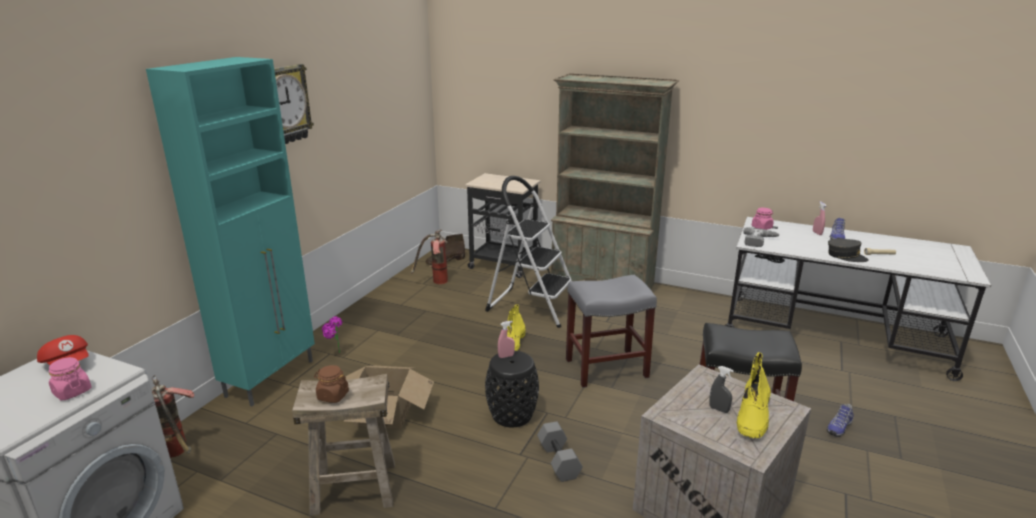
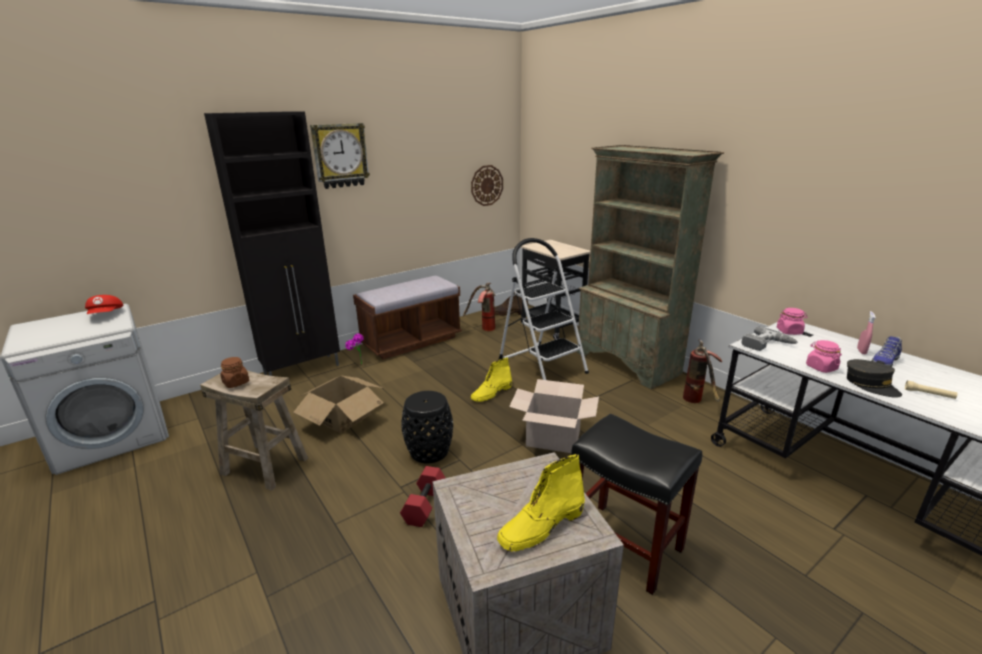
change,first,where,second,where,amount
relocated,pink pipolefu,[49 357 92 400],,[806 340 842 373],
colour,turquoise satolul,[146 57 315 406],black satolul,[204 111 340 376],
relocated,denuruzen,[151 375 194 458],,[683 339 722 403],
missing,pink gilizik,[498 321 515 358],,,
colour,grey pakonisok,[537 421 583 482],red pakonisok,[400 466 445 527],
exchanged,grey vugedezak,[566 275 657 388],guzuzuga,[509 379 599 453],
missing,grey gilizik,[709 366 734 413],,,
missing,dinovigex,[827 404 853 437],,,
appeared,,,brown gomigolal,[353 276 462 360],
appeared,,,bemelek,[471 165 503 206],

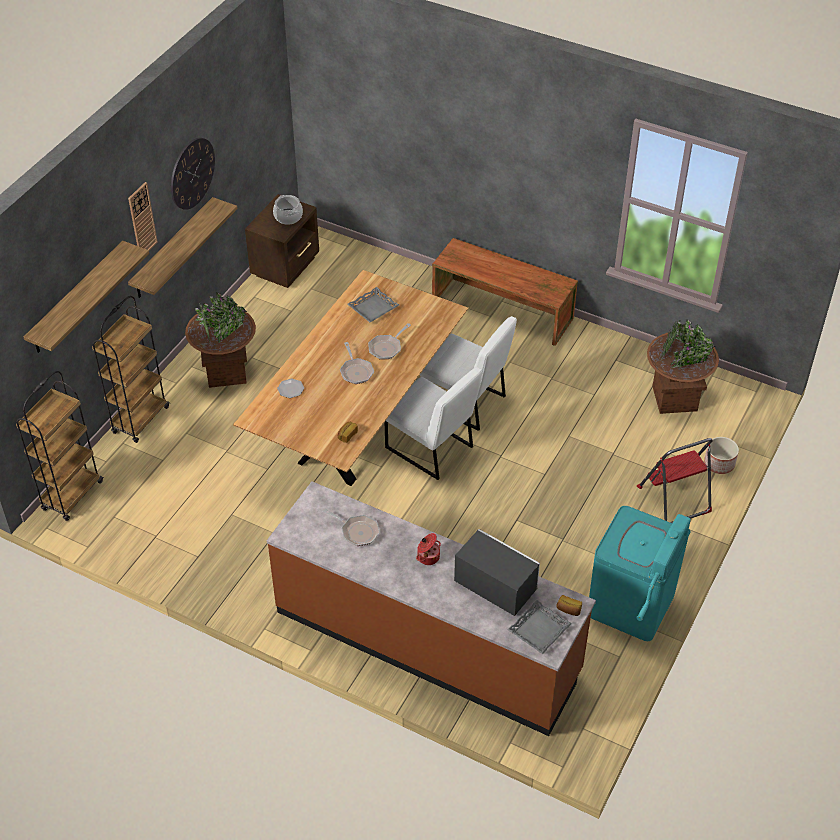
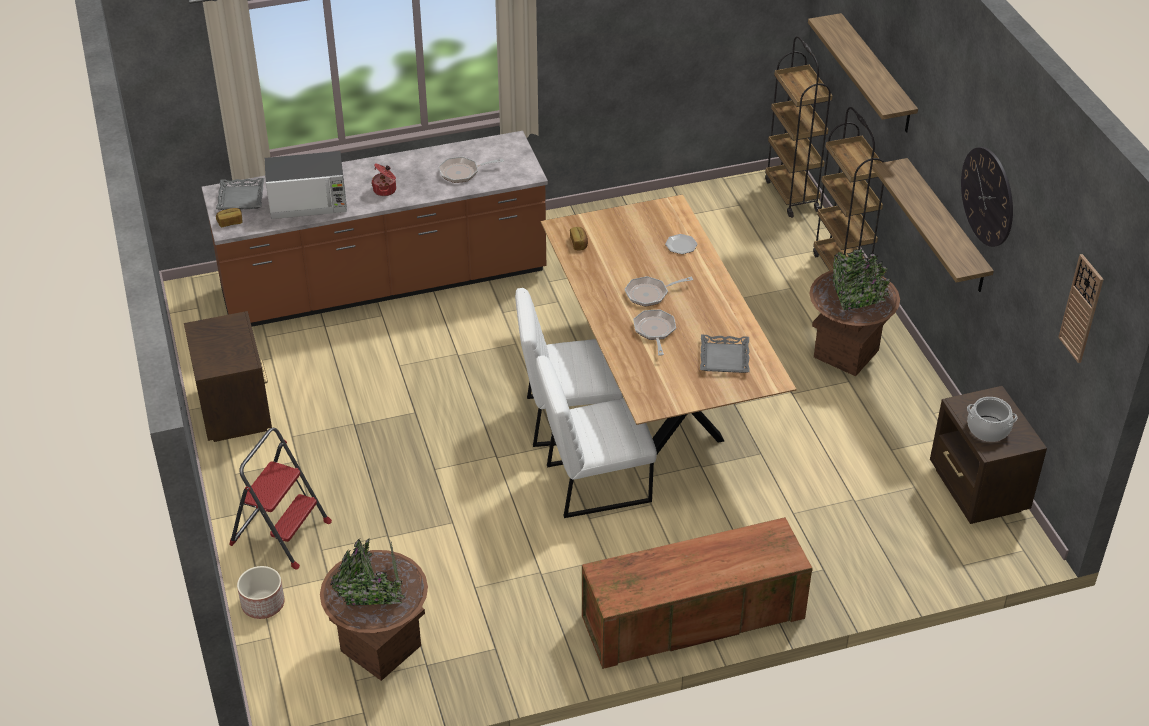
change,first,where,second,where,amount
relocated,bemelek,[128 182 158 250],,[1058 254 1104 363],
spun,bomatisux,[340 342 374 384],,[625 276 693 307],45 degrees counterclockwise
exchanged,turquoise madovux,[589 506 691 641],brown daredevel,[184 311 272 442],

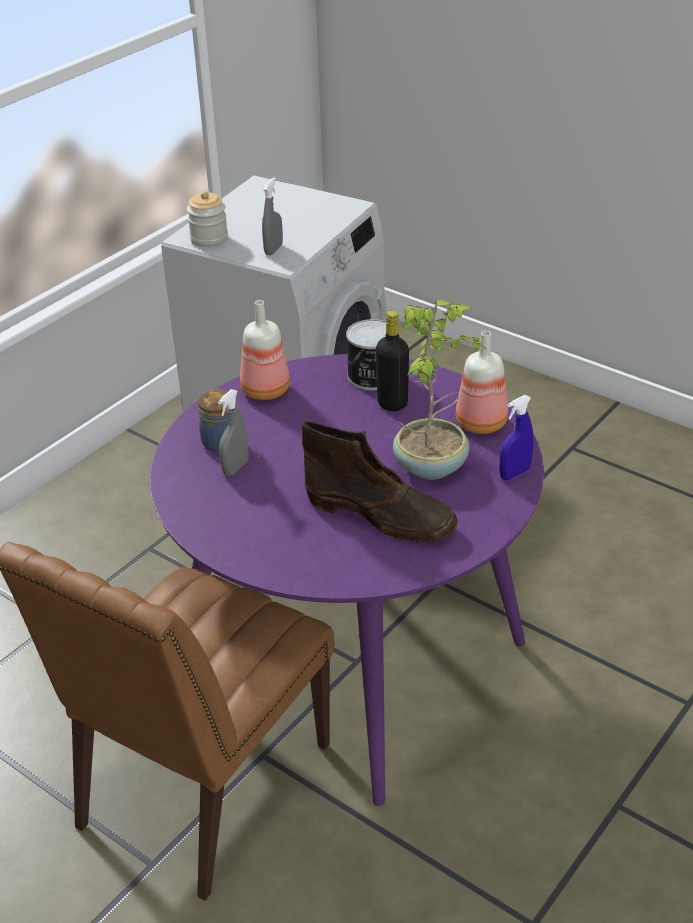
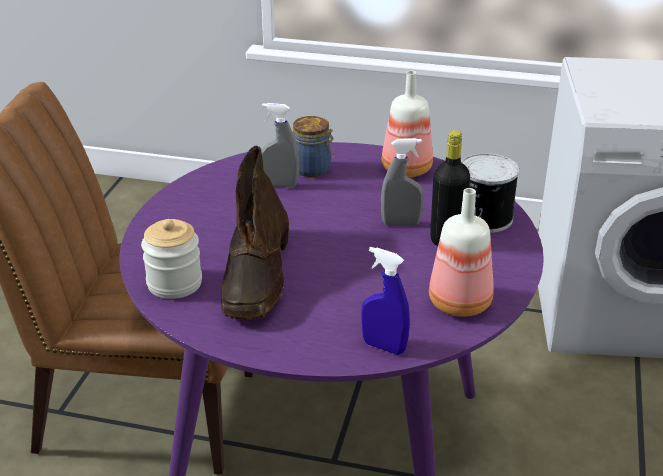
change,first,where,second,where,amount
relocated,pipolefu,[187 191 228 247],,[141 219 202 299],
relocated,grey gilizik,[262 177 283 255],,[381 138 424 226],
missing,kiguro,[393 299 487 480],,,

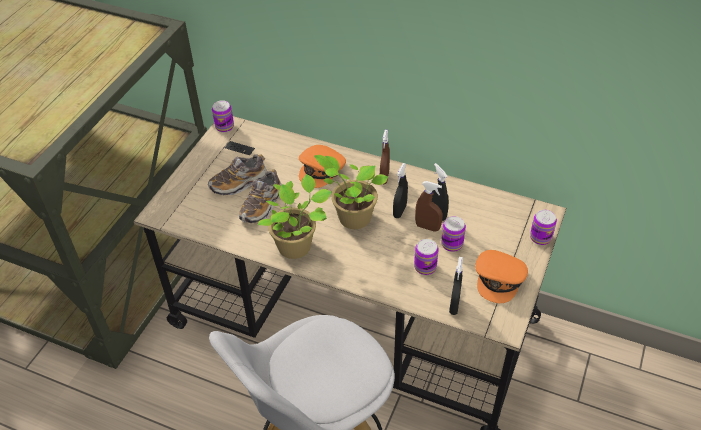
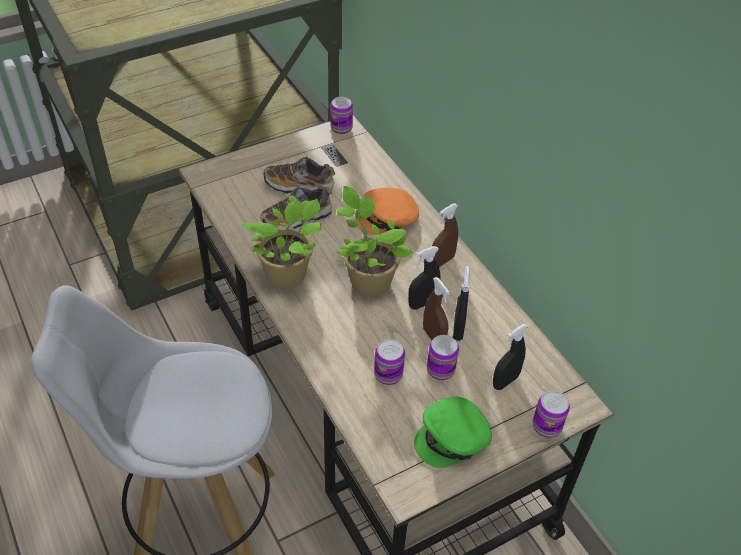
change,first,where,second,where,amount
relocated,black gilizik,[449 257 463 315],,[493 324 528 390],
colour,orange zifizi,[475 250 528 303],green zifizi,[414 397 492 468],

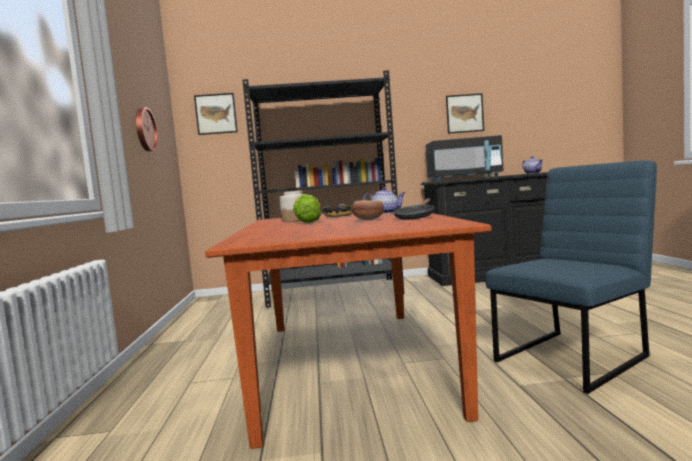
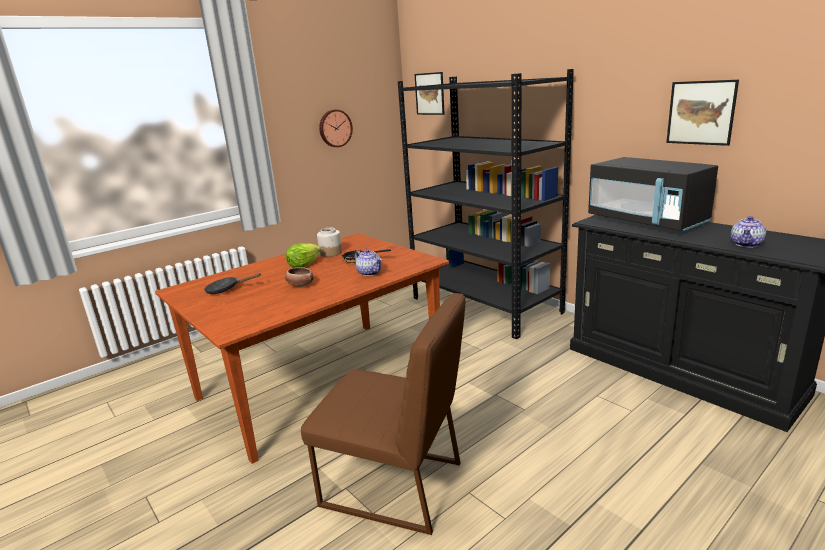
change,first,where,second,where,amount
relocated,black bomatisux,[393 198 434 220],,[204 273 261 294],
colour,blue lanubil,[485 161 657 394],brown lanubil,[301 293 465 535],

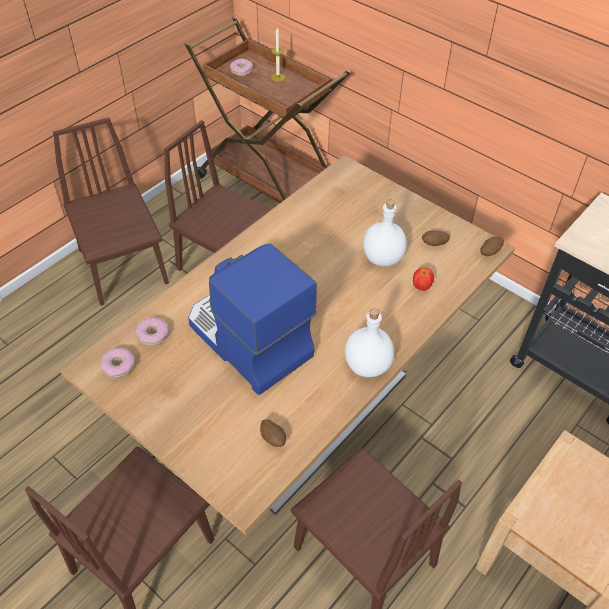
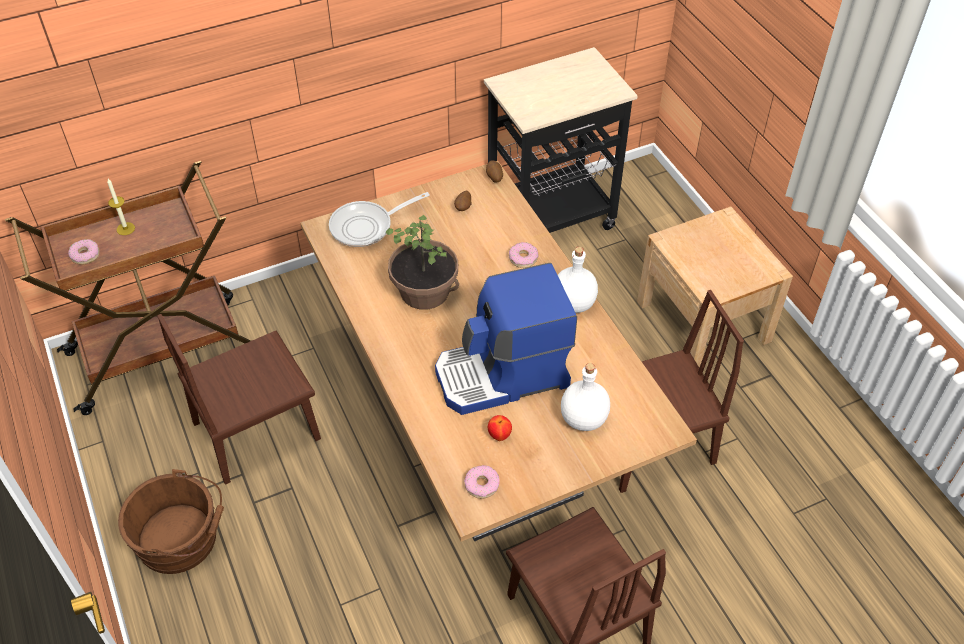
change,first,where,second,where,amount
exchanged,brown lanubil,[53 117 169 306],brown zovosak,[118 469 224 574],
relocated,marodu,[136 317 169 346],,[509 242 538 268],
missing,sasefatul,[260 419 286 447],,,
relocated,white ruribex,[363 200 407 266],,[561 363 610 431],
relocated,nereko,[413 267 434 291],,[488 415 512 441],
appeared,,,bomatisux,[329 192 430 247],
appeared,,,kiguro,[385 215 459 310],

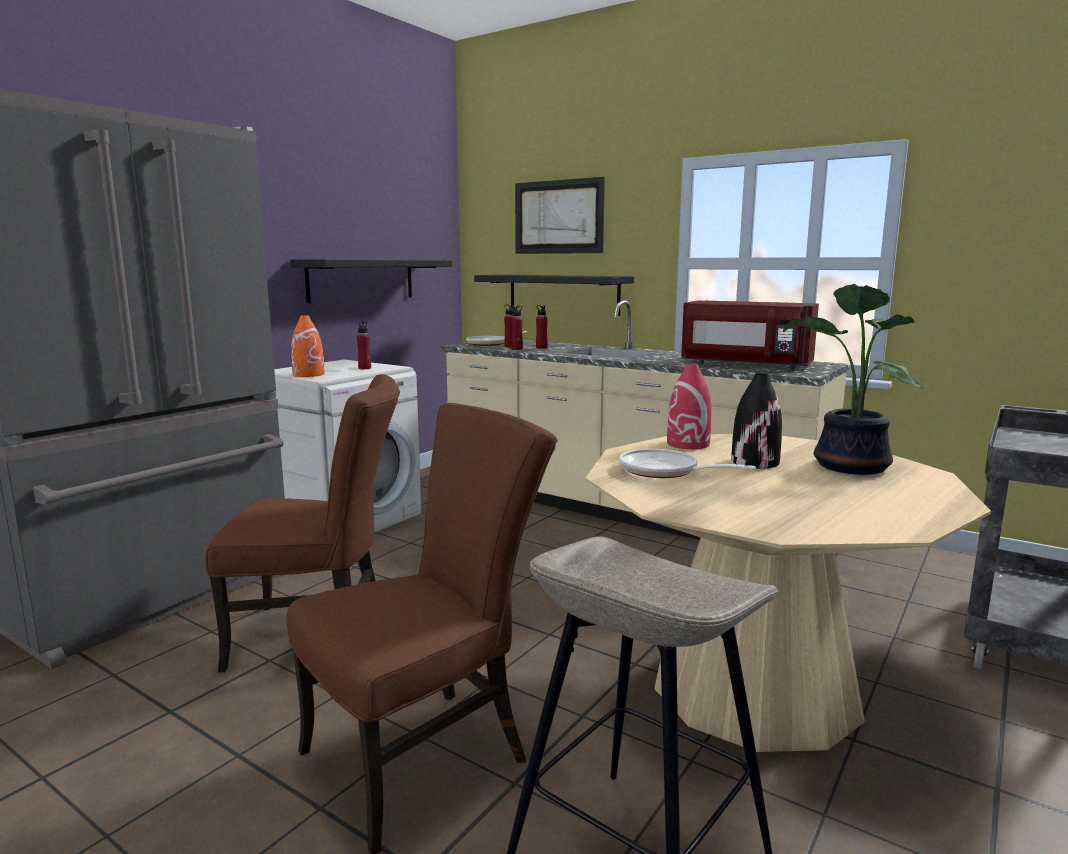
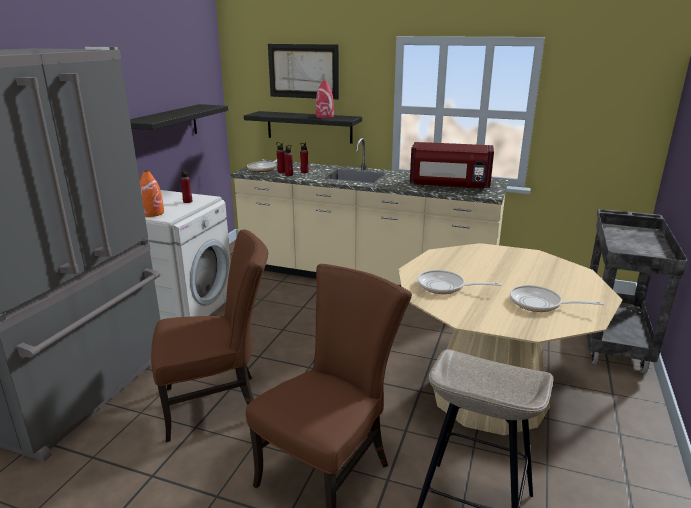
change,first,where,second,where,amount
relocated,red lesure,[667 363 711 449],,[316 80 334 118],
missing,black lesure,[731 373 782 469],,,
missing,kiguro,[783 284 924 475],,,
appeared,,,bomatisux,[510 285 604 312],

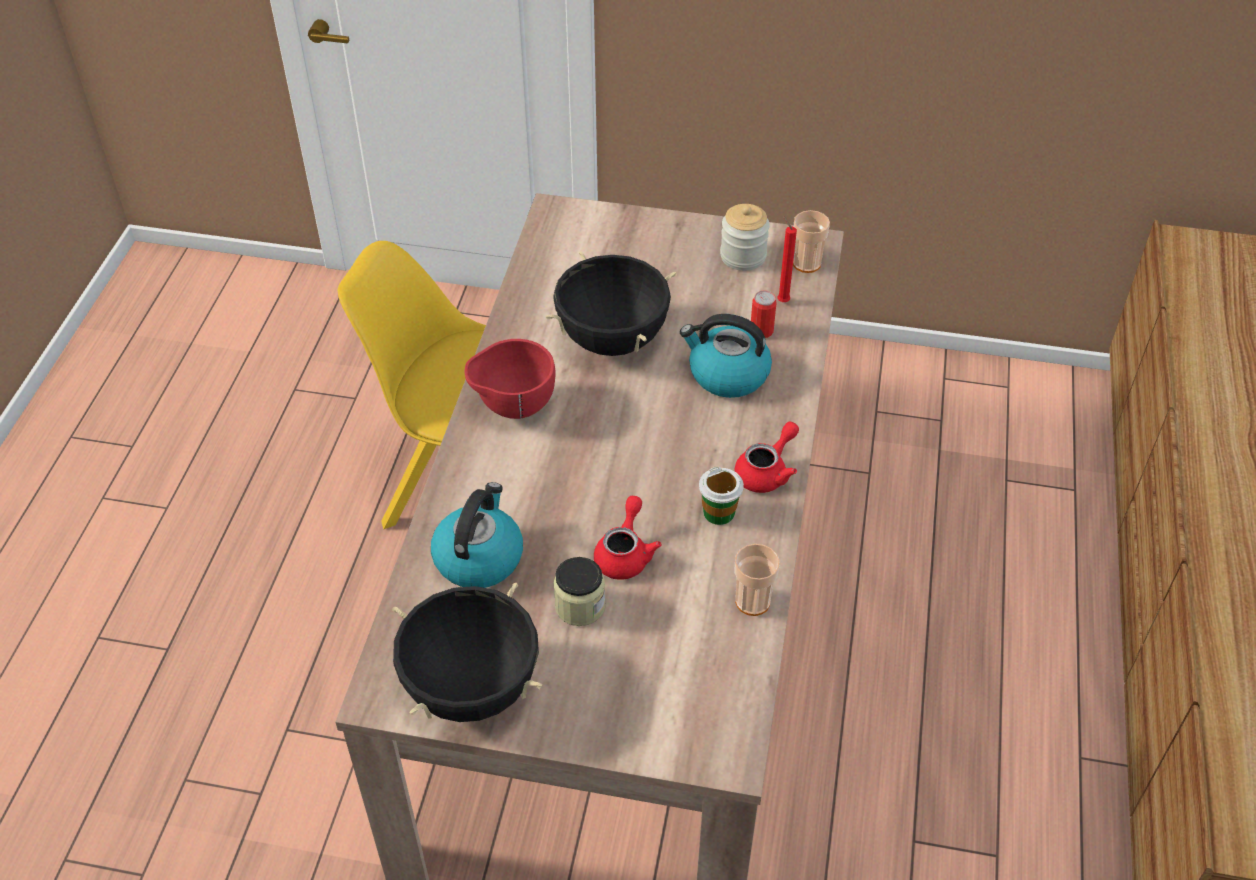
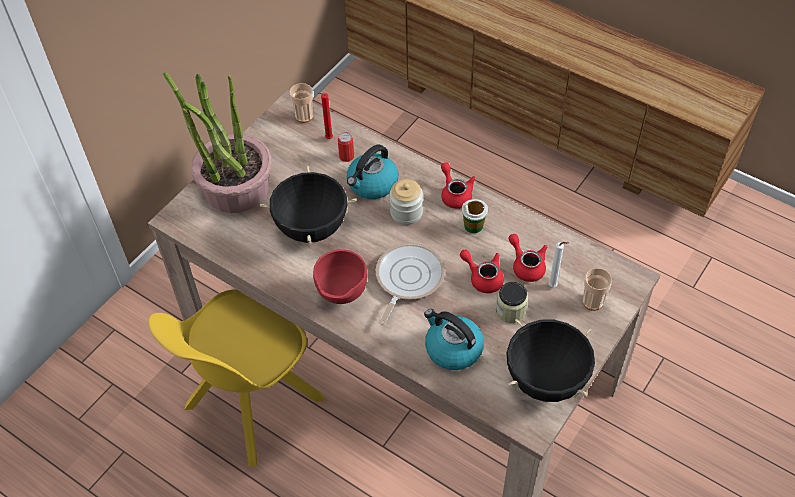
change,first,where,second,where,amount
relocated,pipolefu,[720 204 770 271],,[390 179 423 225],
relocated,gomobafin,[734 544 780 616],,[582 268 612 311],
appeared,,,kiguro,[163 72 272 213],
appeared,,,bomatisux,[376 242 445 325],
appeared,,,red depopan,[509 234 547 282],
appeared,,,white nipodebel,[548 242 569 287],

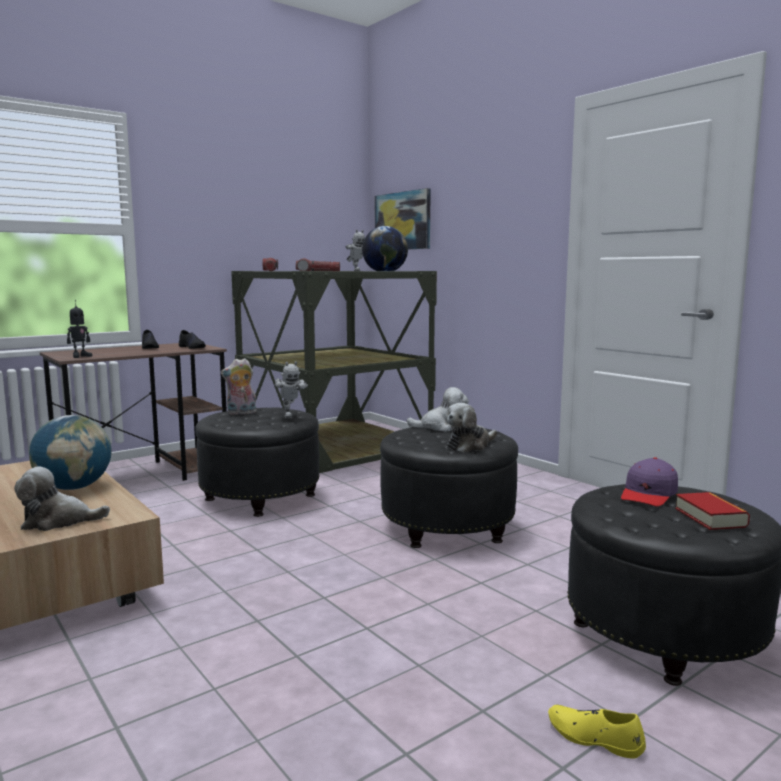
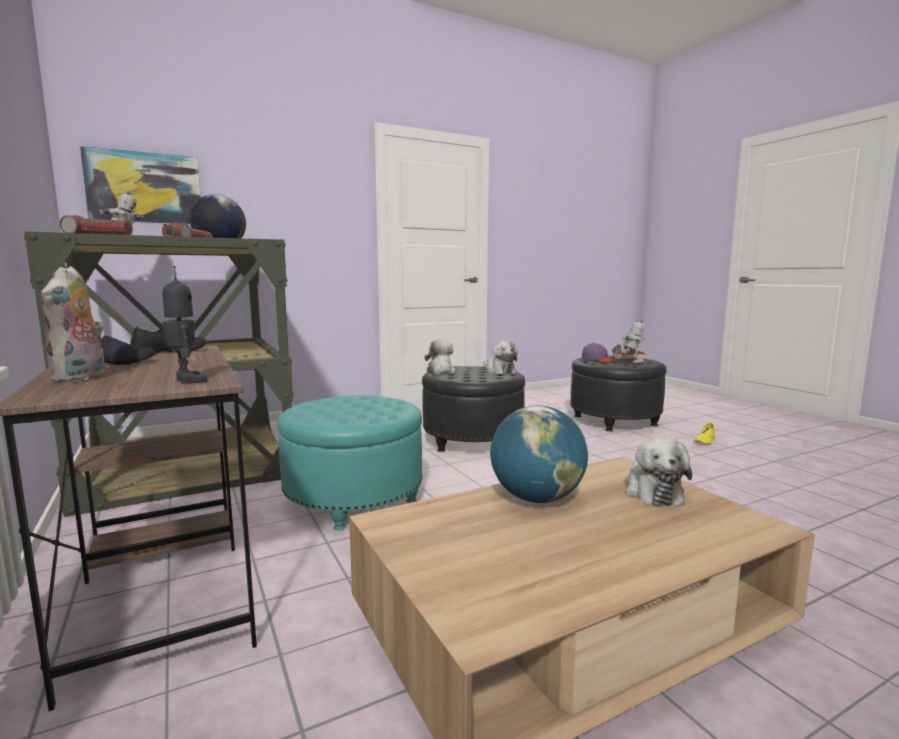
change,first,where,second,where,amount
colour,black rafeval,[195 407 319 517],turquoise rafeval,[278 395 423 530],
relocated,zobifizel,[221 358 257 415],,[40 266 105 383],
relocated,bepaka,[274 361 308 418],,[611 319 645 365],

